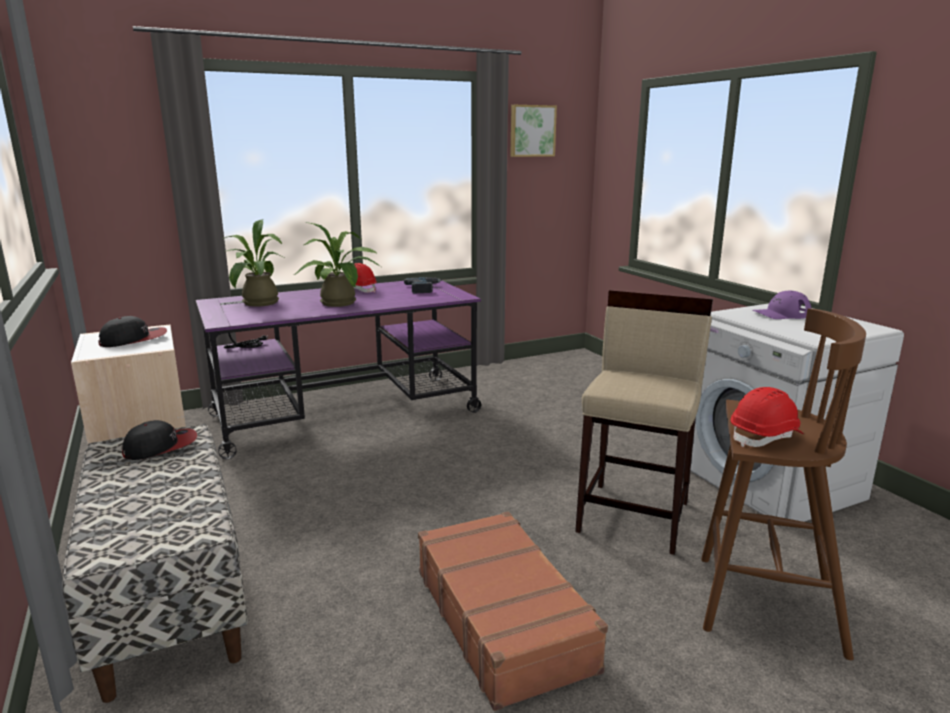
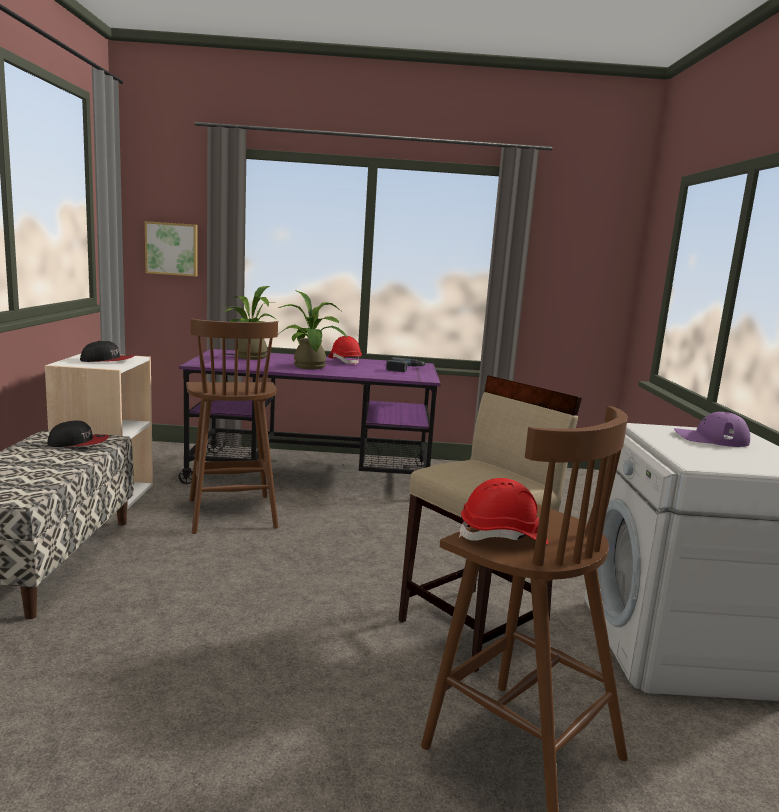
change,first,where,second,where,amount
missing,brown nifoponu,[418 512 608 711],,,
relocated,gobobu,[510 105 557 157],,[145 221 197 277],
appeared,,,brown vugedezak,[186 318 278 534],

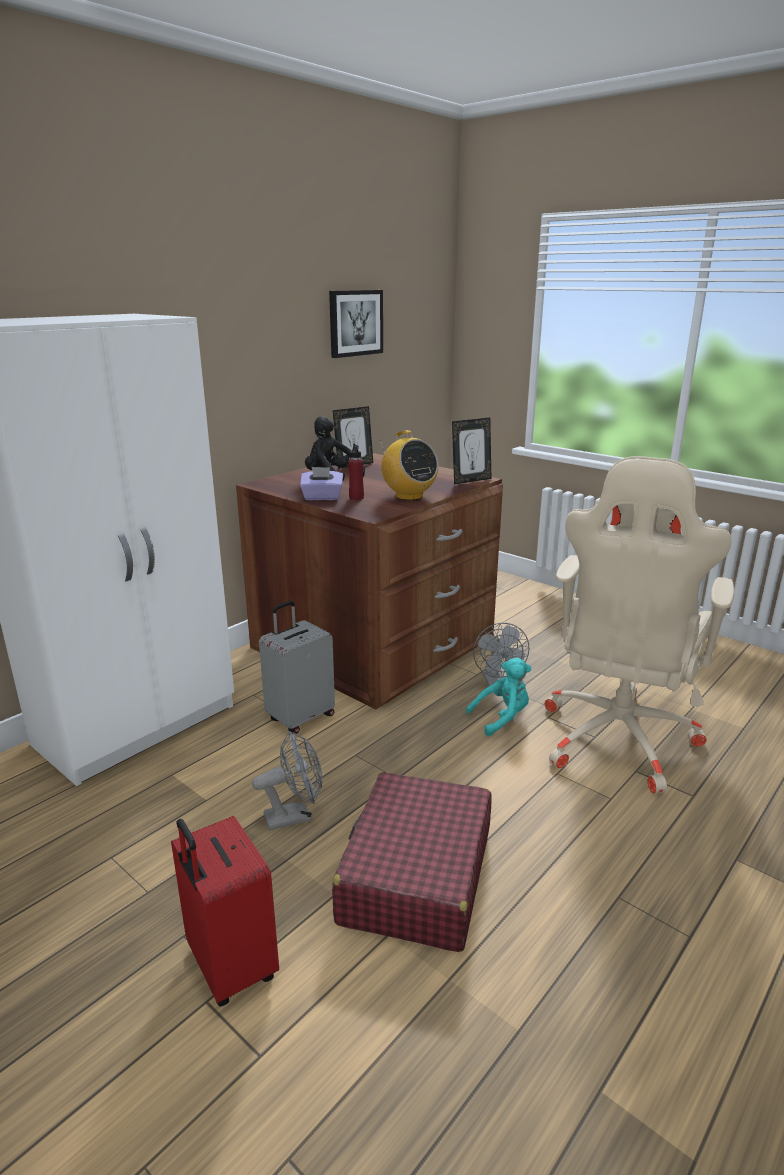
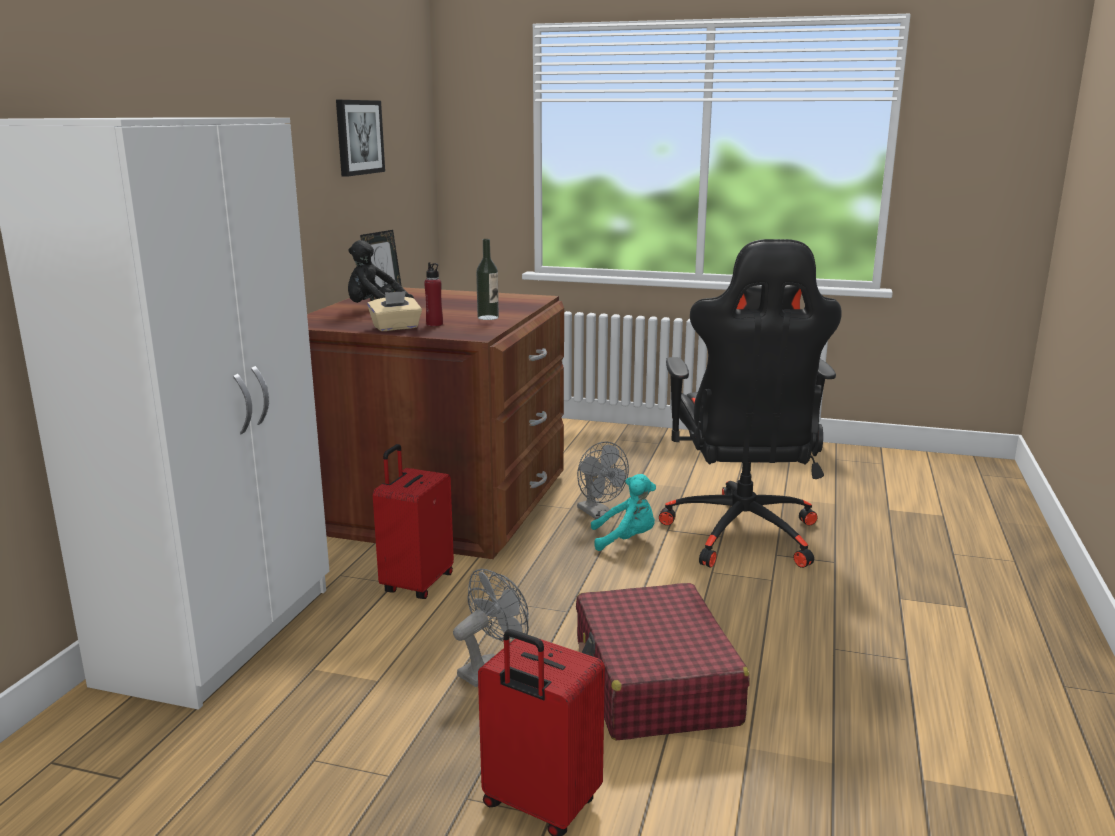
change,first,where,second,where,amount
colour,grey nifoponu,[259 601 335 734],red nifoponu,[373 444 454 599],
colour,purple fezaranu,[300 467 343 500],beige fezaranu,[367 291 422 331],
exchanged,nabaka,[380 430 438 500],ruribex,[476 239 499 320],
missing,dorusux,[452 418 491 484],,,
spun,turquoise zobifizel,[466 658 531 736],,[591 474 656 551],45 degrees clockwise
colour,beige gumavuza,[545 456 734 794],black gumavuza,[659 239 842 568],

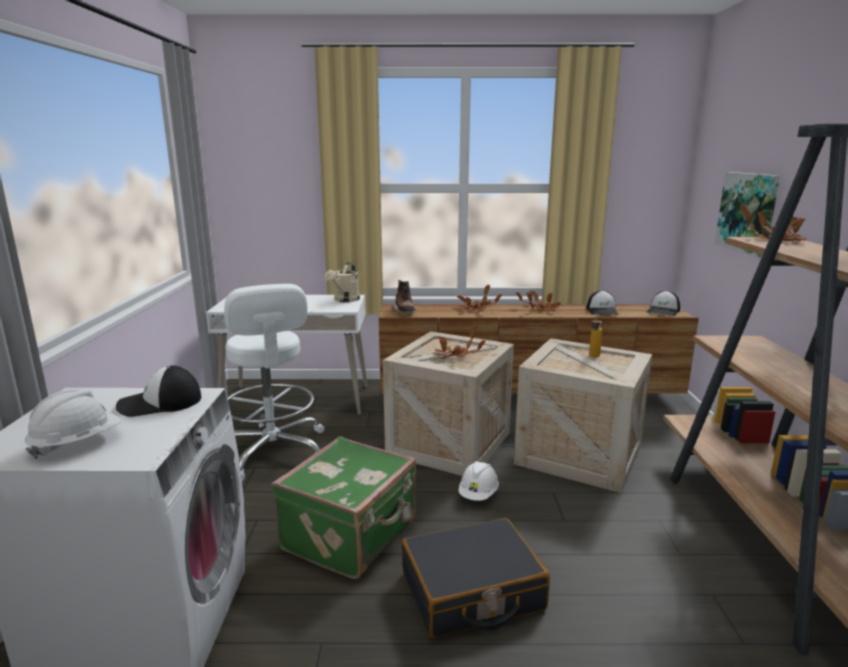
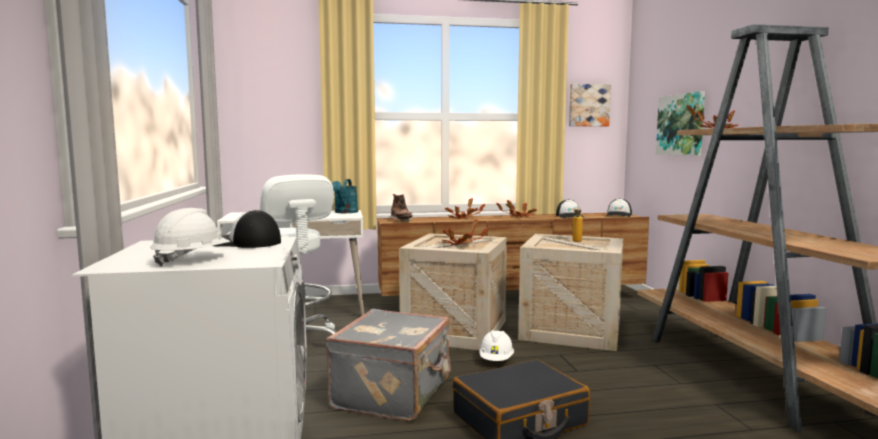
change,first,where,second,where,amount
spun,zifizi,[116 365 201 417],,[213 210 281 248],45 degrees clockwise
colour,green nifoponu,[271 436 416 579],grey nifoponu,[325 309 451 421],
colour,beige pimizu,[325 262 360 302],turquoise pimizu,[332 179 358 213],
appeared,,,gobobu,[569 84 611 126],

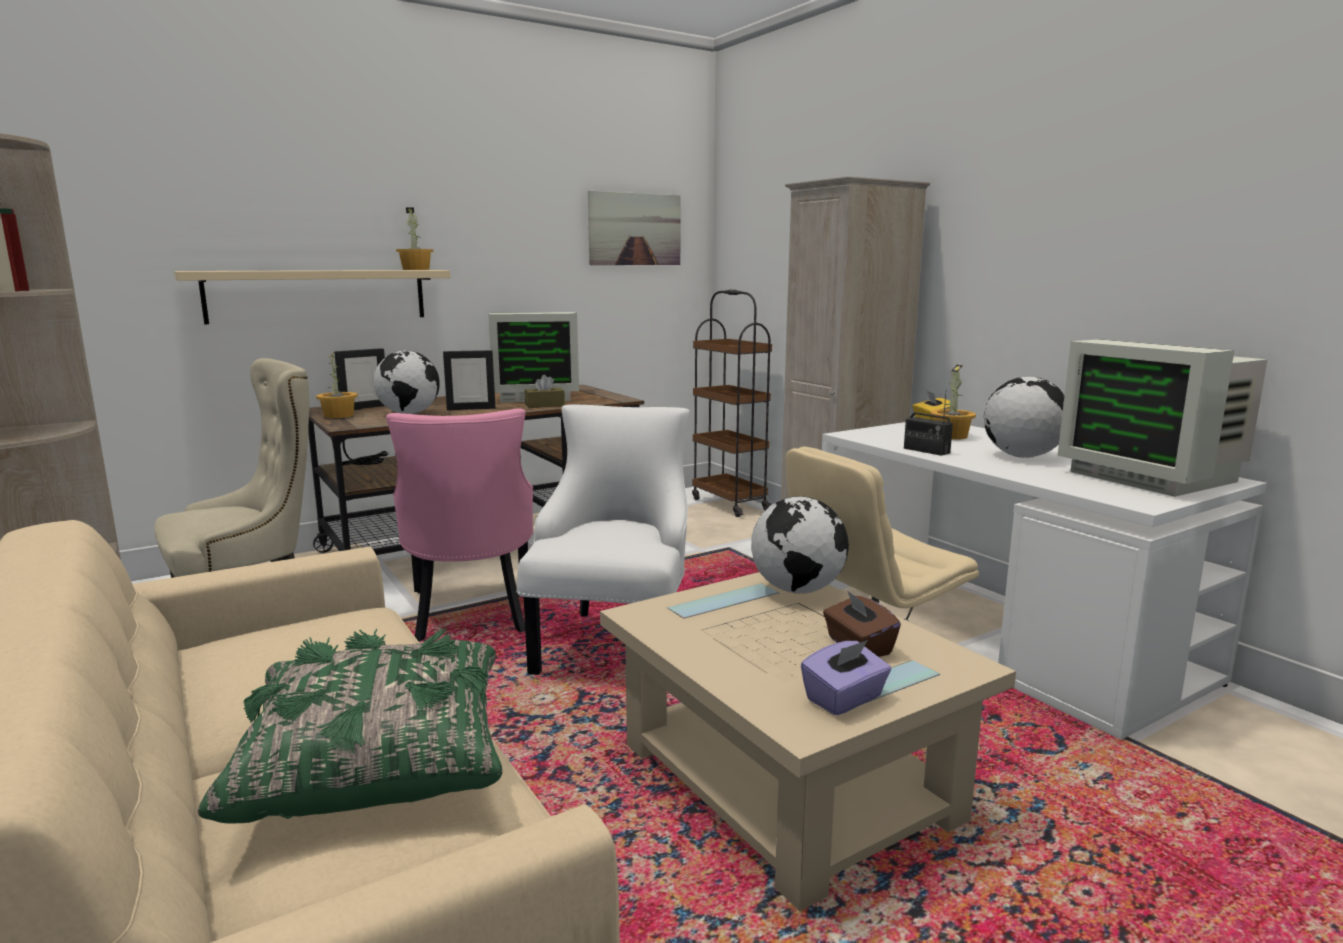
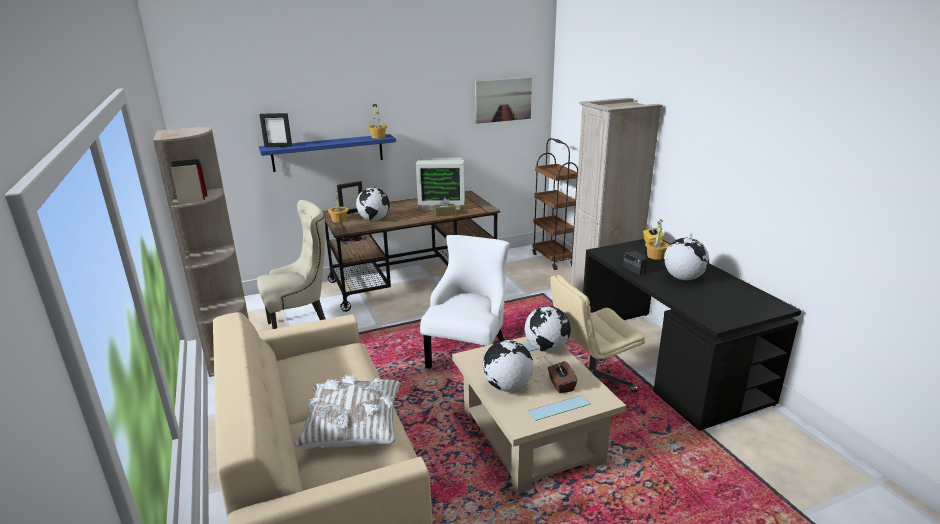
change,first,where,second,where,amount
colour,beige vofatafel,[174 270 451 324],blue vofatafel,[259 134 396 172],
colour,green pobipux,[198 628 503 823],white pobipux,[295 374 400 449],
missing,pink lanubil,[386 408 533 642],,,
relocated,dorusux,[443 350 496 410],,[259 113 292 147],
missing,purple fezaranu,[801 640 891 715],,,
colour,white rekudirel,[822 422 1267 740],black rekudirel,[583 239 802 431],
missing,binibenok,[1057 339 1268 497],,,
appeared,,,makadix,[483 340 533 392],

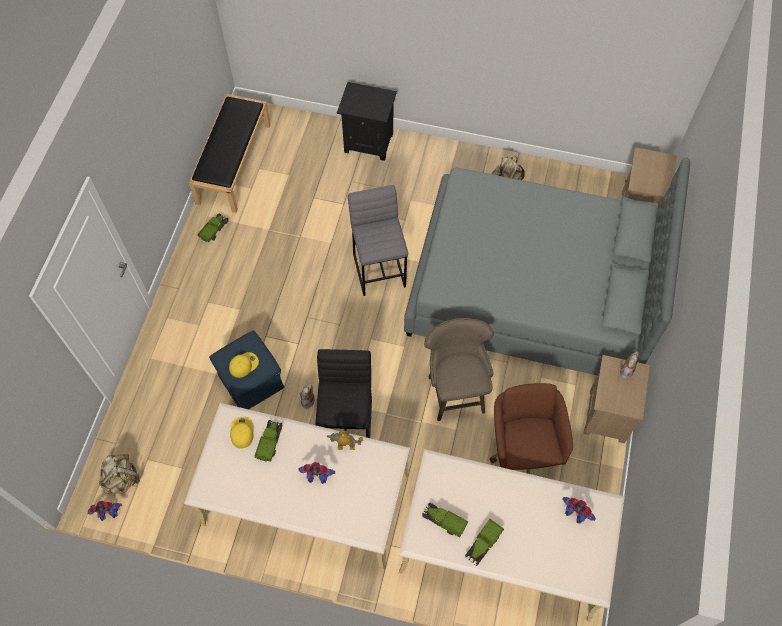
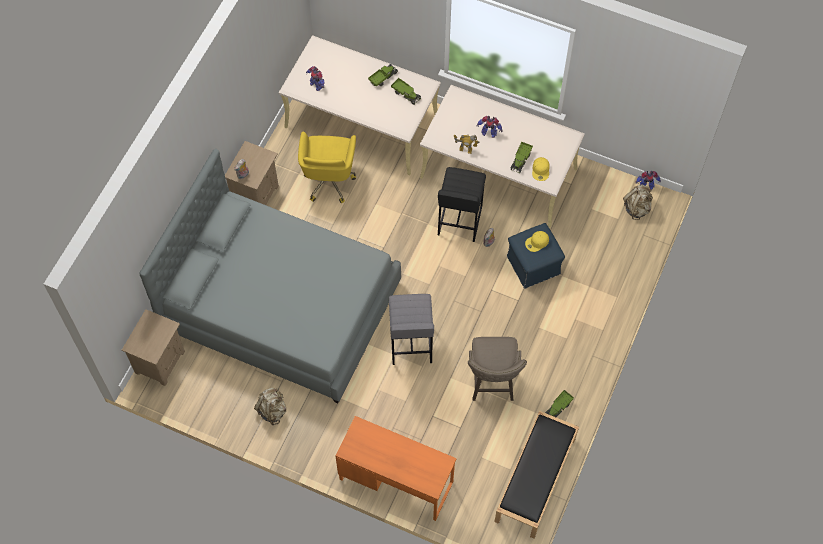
change,first,where,second,where,amount
exchanged,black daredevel,[337 82 397 161],orange rekudirel,[335 416 457 521],
relocated,beige vugedezak,[424 318 494 421],,[468 337 527 401],
colour,brown gumavuza,[489 383 573 474],yellow gumavuza,[298 132 356 203],

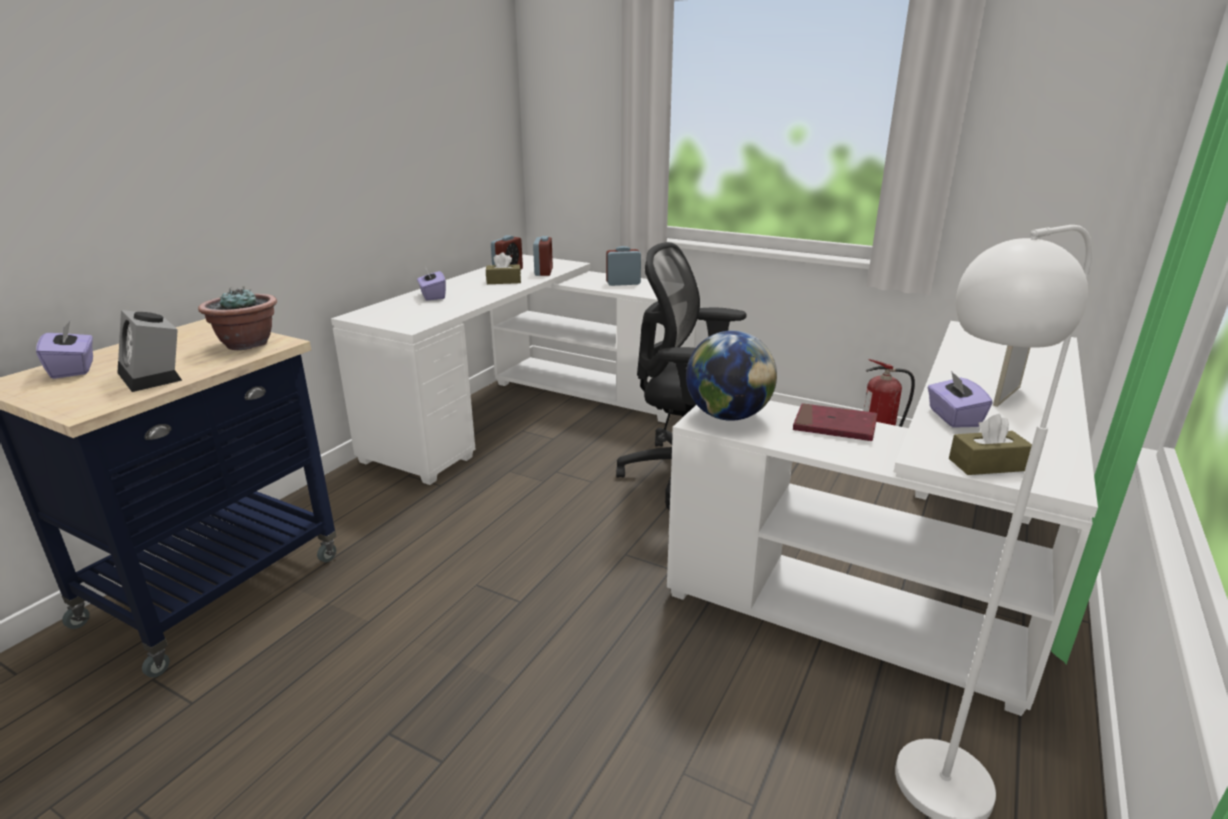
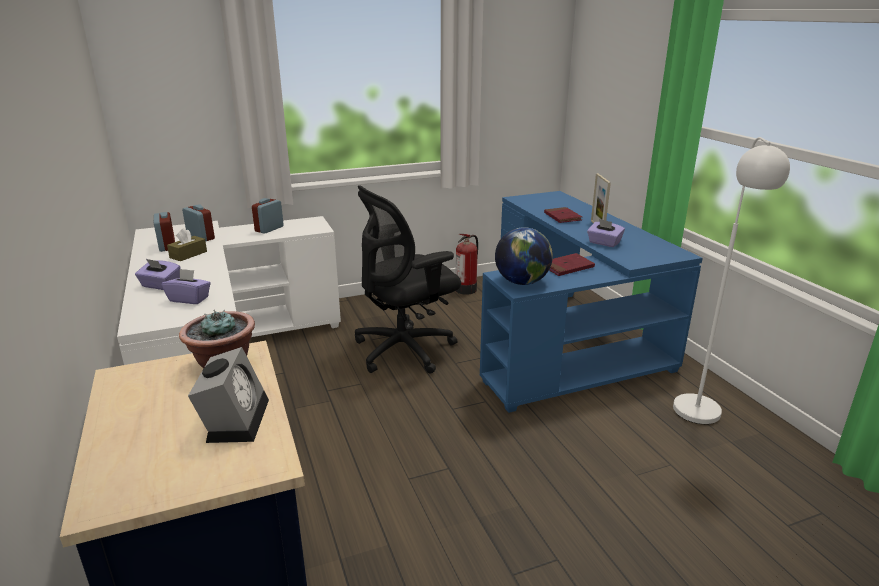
change,first,where,second,where,amount
relocated,purple fezaranu,[36 321 93 379],,[162 269 211 304],
spun,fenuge,[118 310 182 392],,[188 347 269 443],90 degrees counterclockwise
colour,white rekudirel,[667 321 1098 716],blue rekudirel,[480 191 703 413],
missing,brown fezaranu,[949 414 1032 475],,,
appeared,,,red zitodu,[544 207 582 223],

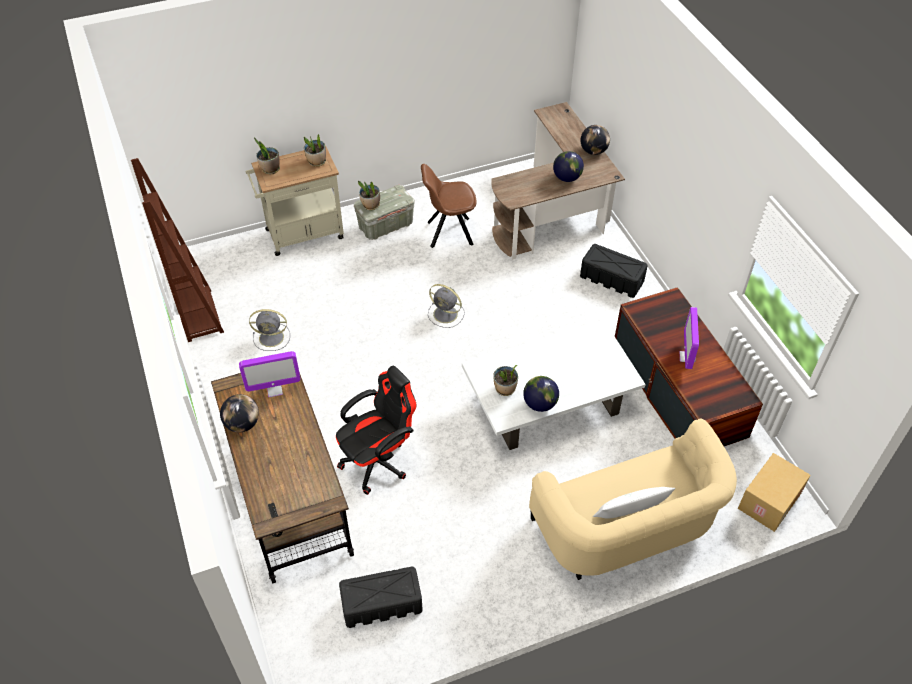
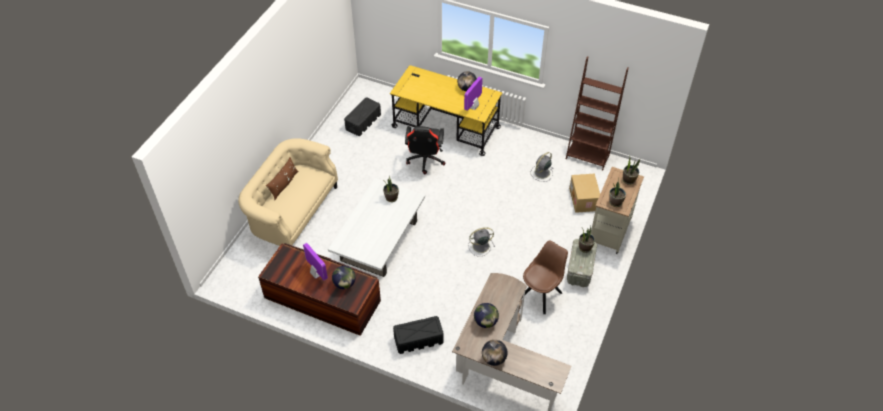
change,first,where,second,where,amount
colour,brown rekudirel,[211 372 354 584],yellow rekudirel,[390 65 503 156],
relocated,makadix,[523 376 559 412],,[332 266 356 289],
colour,white pobipux,[593 487 676 519],brown pobipux,[266 157 299 200],
relocated,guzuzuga,[738 453 811 532],,[569 174 600 213],

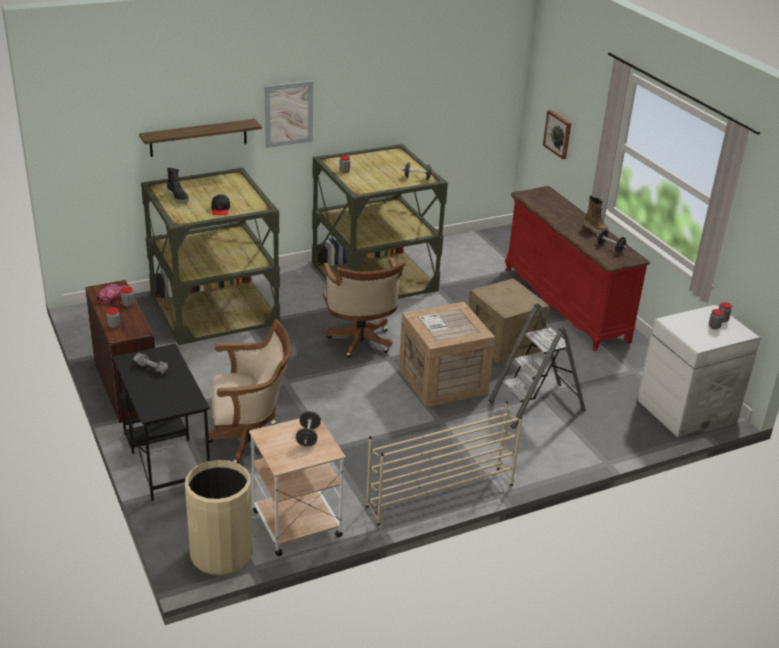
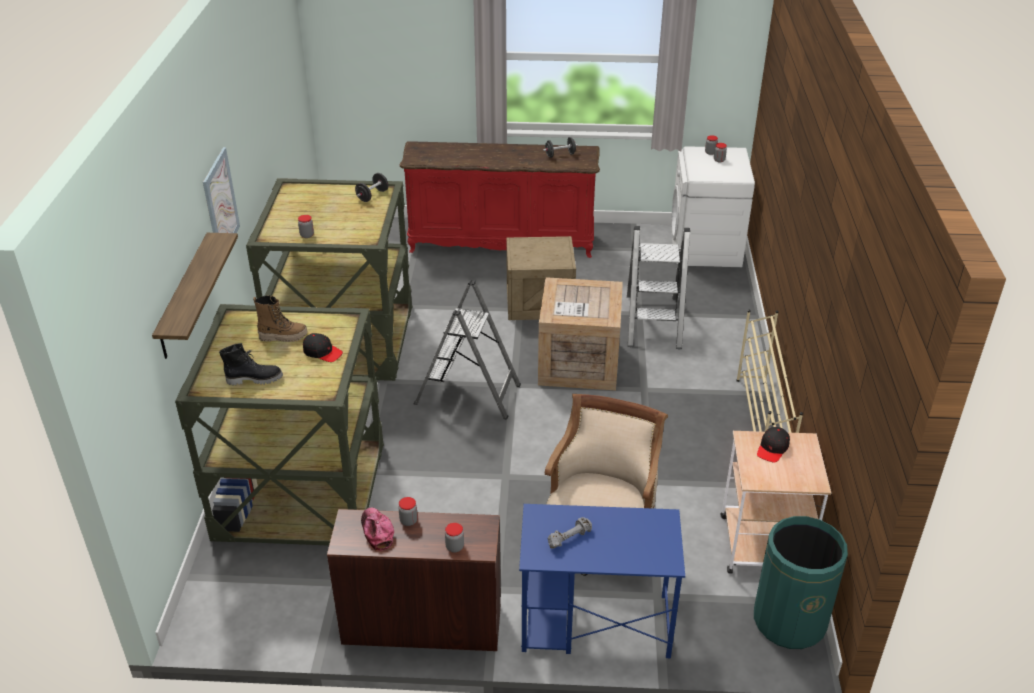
change,first,where,second,where,amount
colour,black rekudirel,[113 344 210 500],blue rekudirel,[519 504 685 658],
colour,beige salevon,[185 460 253 576],green salevon,[754 516 848 649],
exchanged,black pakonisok,[296 411 321 447],black zifizi,[757 427 790 463],
exchanged,gumavuza,[323 257 406 358],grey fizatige,[414 280 521 420],
missing,gobobu,[543 110 571 159],,,
relocated,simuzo,[583 195 609 234],,[253 295 307 342],

